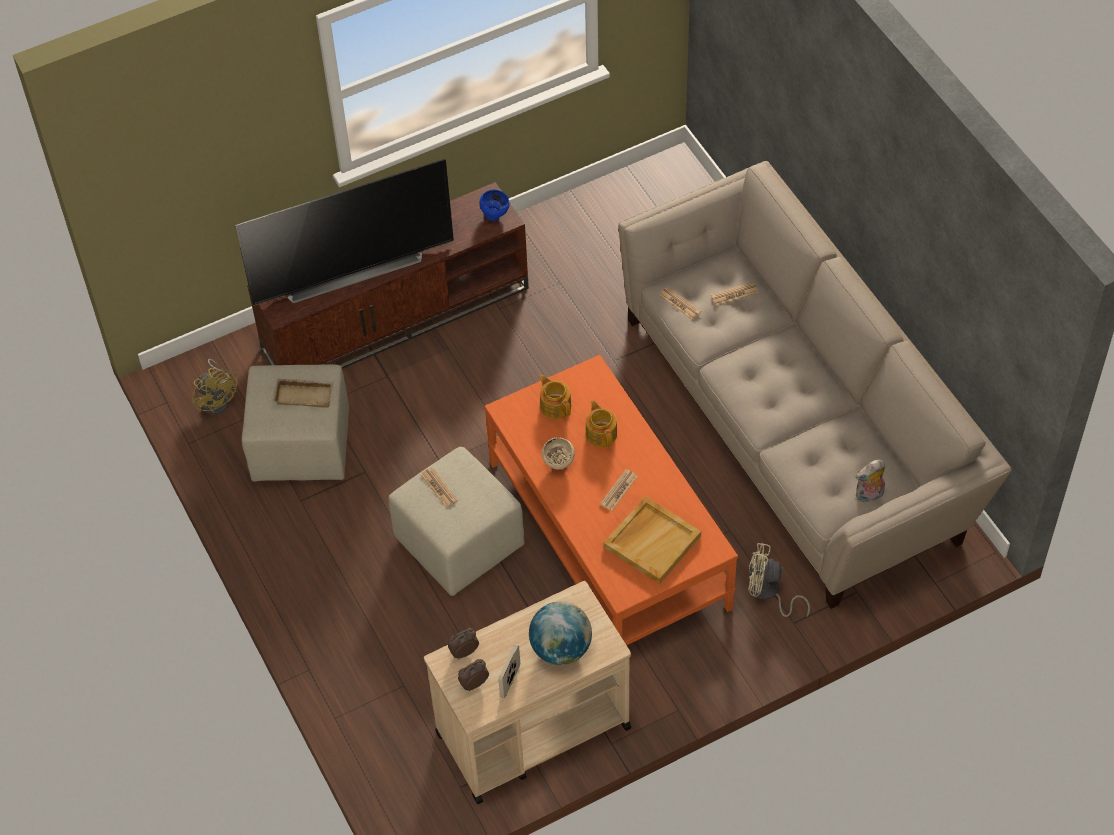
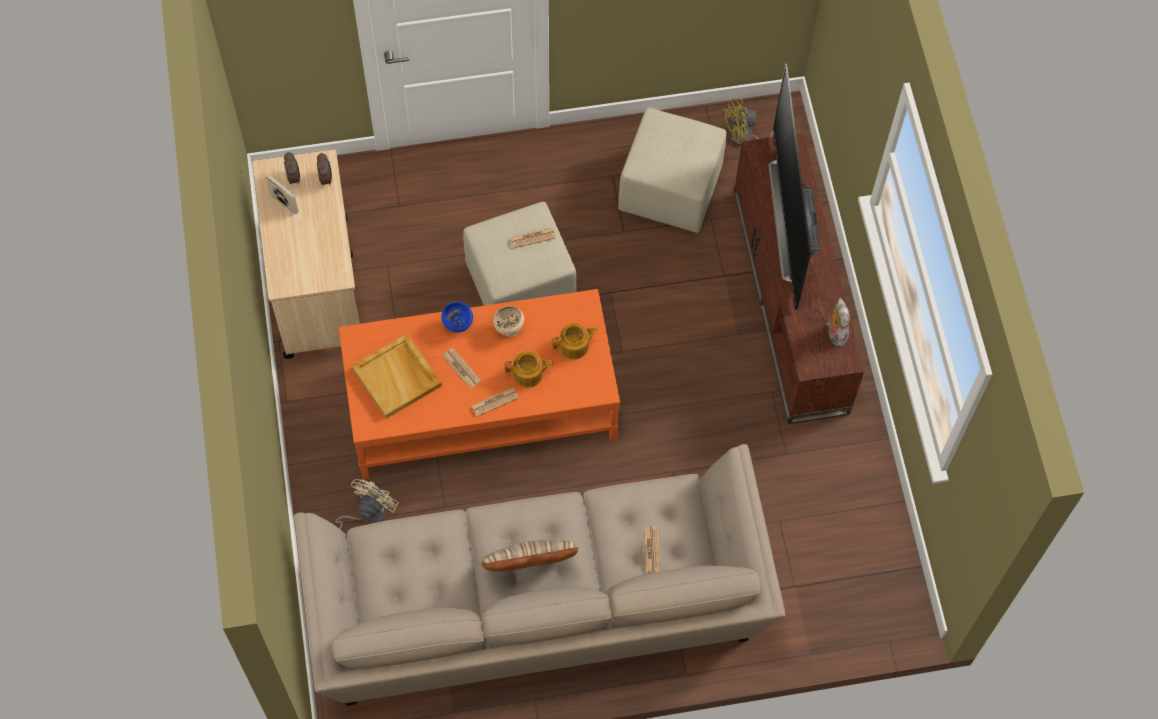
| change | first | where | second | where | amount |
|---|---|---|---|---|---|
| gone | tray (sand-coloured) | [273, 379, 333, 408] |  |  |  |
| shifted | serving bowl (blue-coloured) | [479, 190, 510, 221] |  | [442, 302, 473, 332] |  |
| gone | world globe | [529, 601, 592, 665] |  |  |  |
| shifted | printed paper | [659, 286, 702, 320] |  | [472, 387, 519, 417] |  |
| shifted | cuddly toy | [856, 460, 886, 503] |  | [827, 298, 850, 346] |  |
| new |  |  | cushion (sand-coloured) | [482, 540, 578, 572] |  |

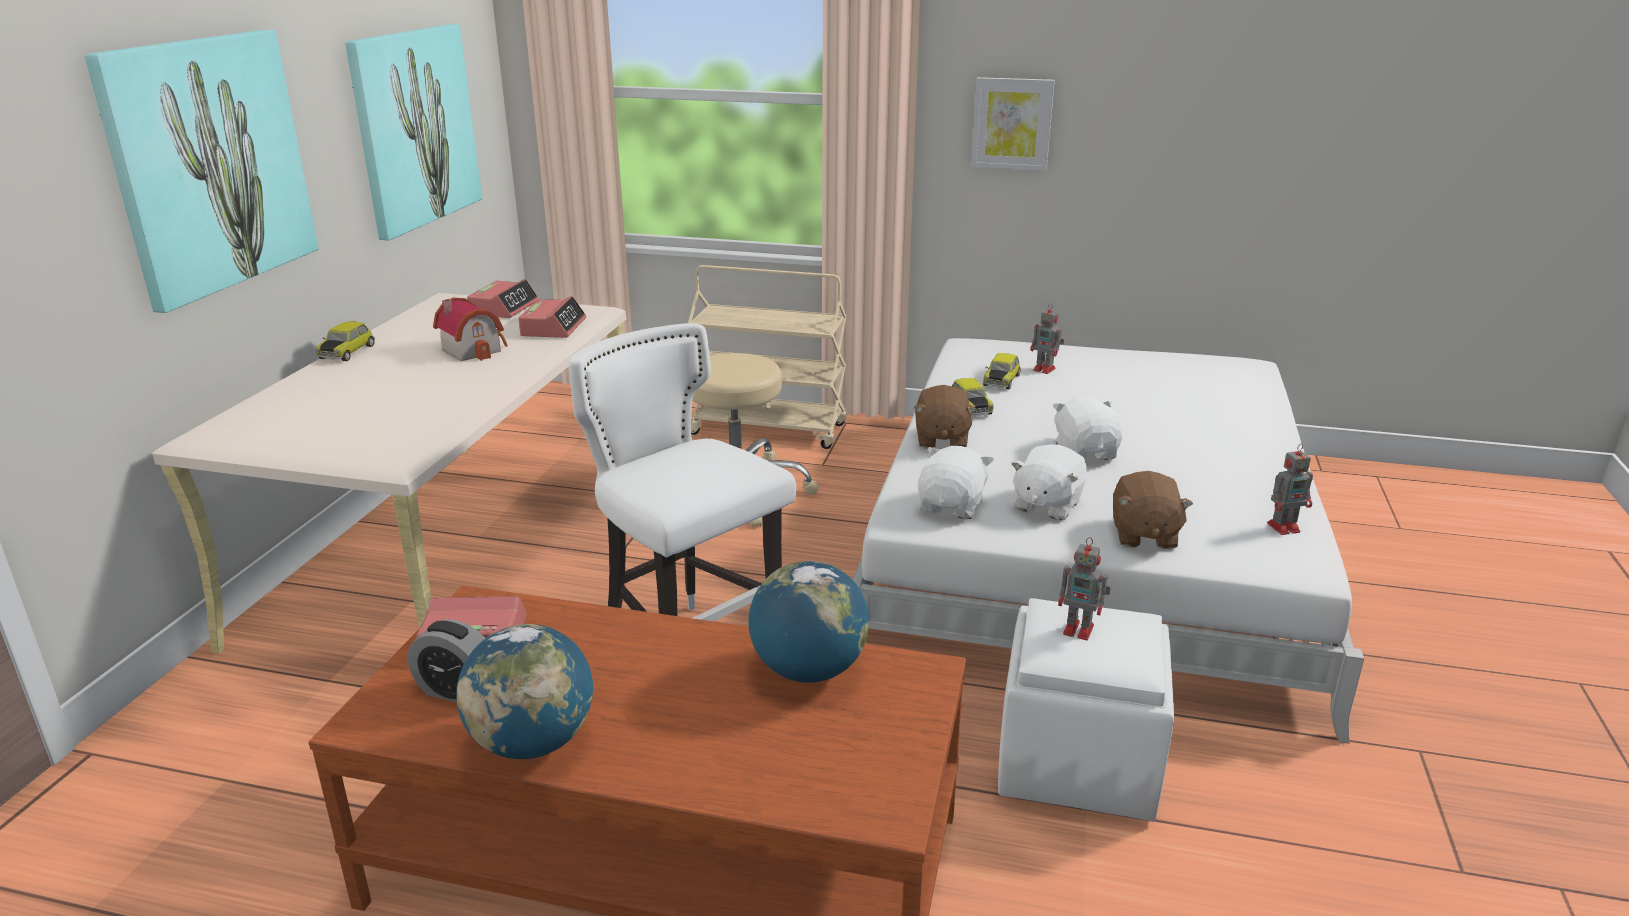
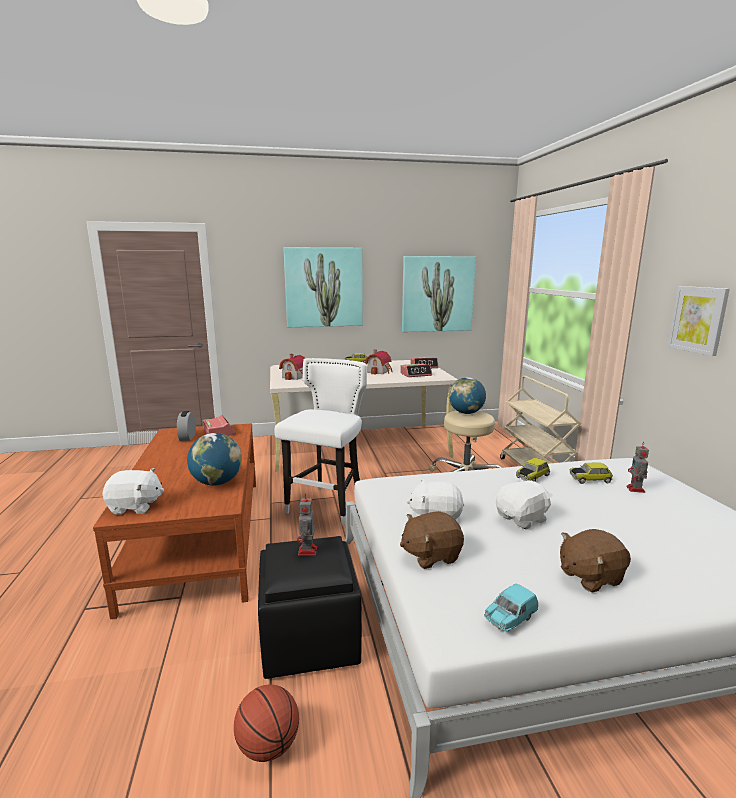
| change | first | where | second | where | amount |
|---|---|---|---|---|---|
| shifted | world globe | [456, 624, 593, 759] |  | [449, 377, 486, 414] |  |
| shifted | cuddly toy (brown-coloured) | [914, 385, 976, 449] |  | [560, 529, 631, 593] |  |
| shifted | cuddly toy (white) | [918, 446, 994, 519] |  | [103, 468, 164, 515] |  |
| repainted | footrest (white) | [998, 598, 1174, 821] | footrest (blackish) | [258, 536, 362, 679] |  |
| swapped | toy robot | [1267, 444, 1313, 535] | miniature car (turquoise-coloured) | [484, 583, 538, 632] |  |
| new |  |  | ball for basketball | [234, 685, 299, 762] |  |
| new |  |  | miniature house | [279, 354, 305, 380] |  |

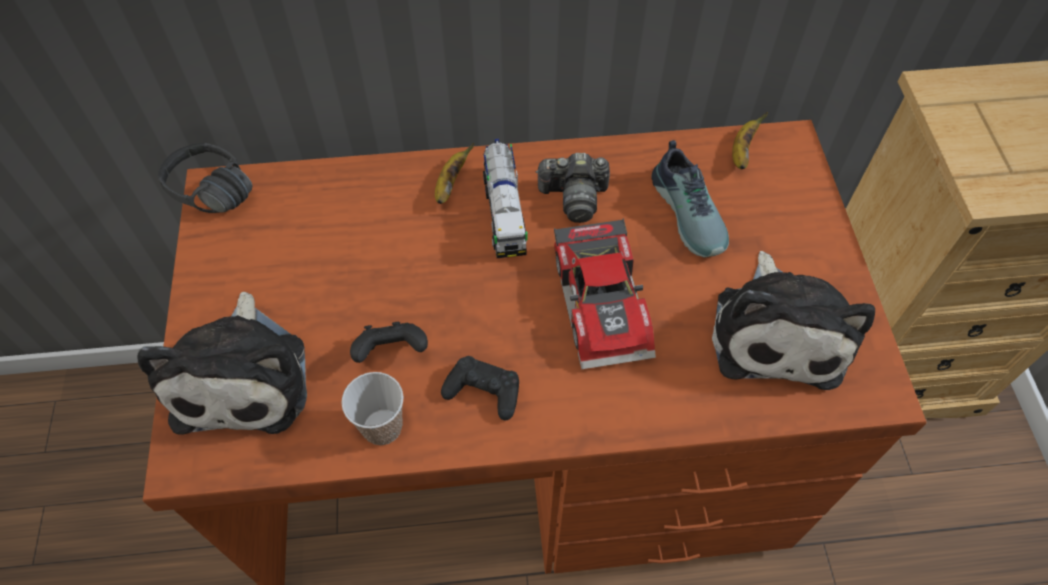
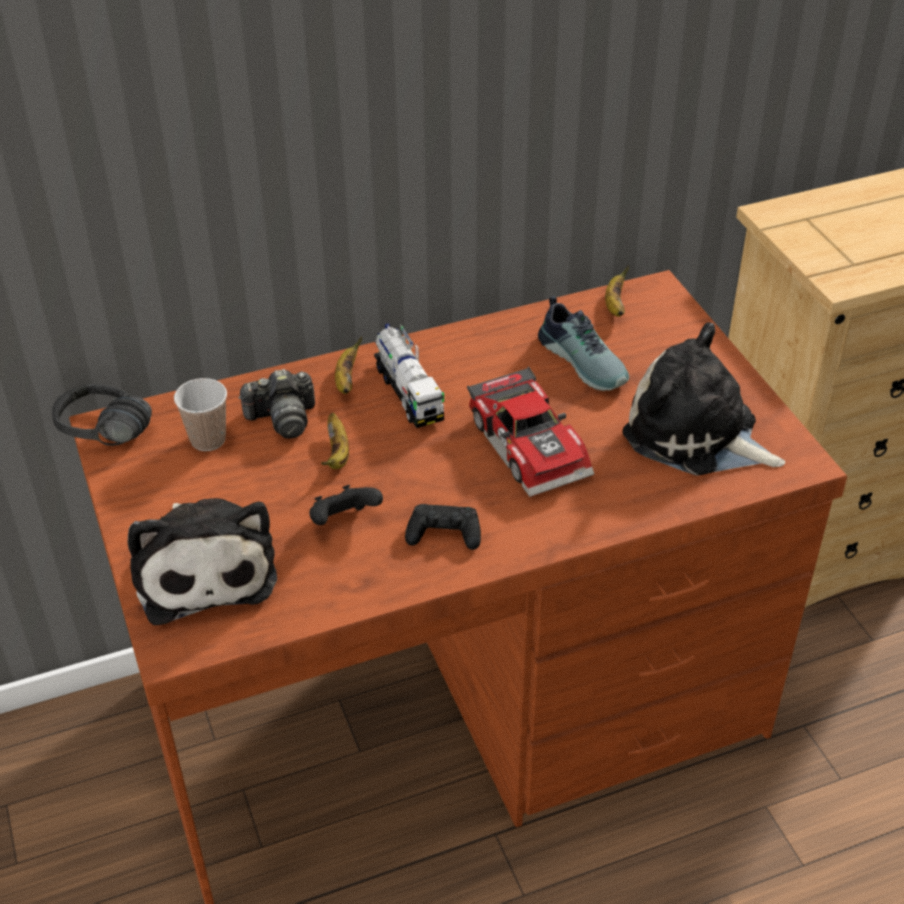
| change | first | where | second | where | amount |
|---|---|---|---|---|---|
| shifted | cup | [341, 372, 403, 445] |  | [174, 378, 227, 451] |  |
| shifted | still camera | [536, 153, 610, 223] |  | [238, 369, 315, 439] |  |
| rotated | cuddly toy | [712, 251, 875, 390] |  | [623, 322, 785, 476] | 135 degrees clockwise |
| new |  |  | whole banana | [321, 413, 349, 469] |  |

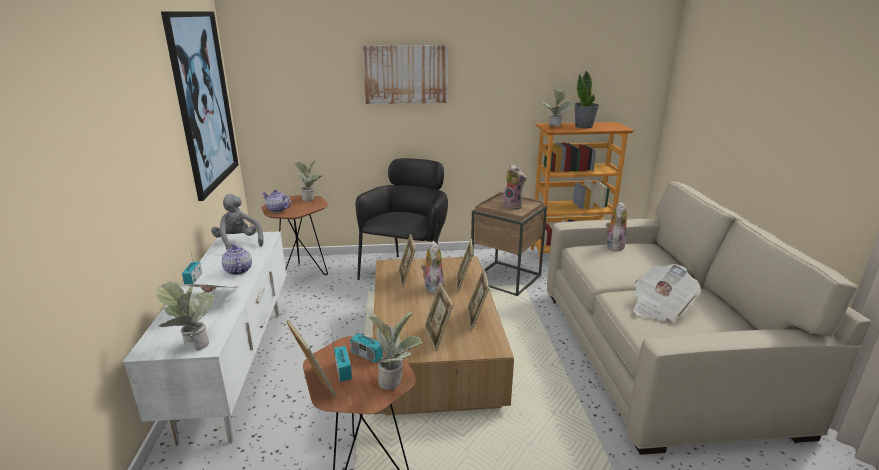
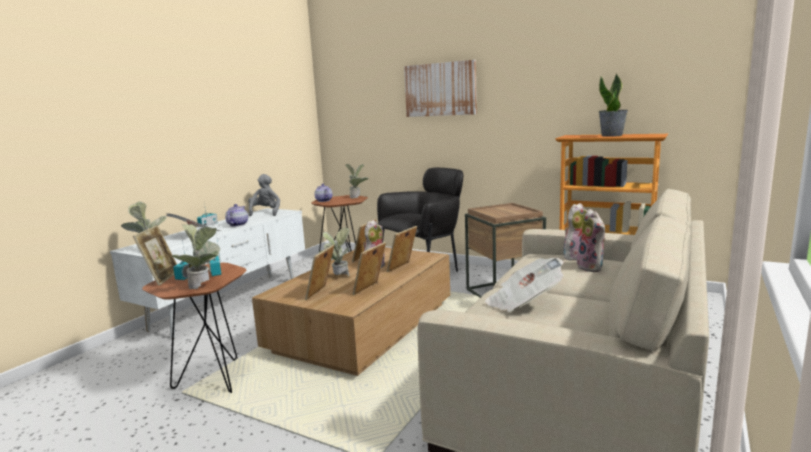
| change | first | where | second | where | amount |
|---|---|---|---|---|---|
| gone | wall art | [161, 11, 239, 201] |  |  |  |
| shifted | cuddly toy | [502, 164, 527, 209] |  | [577, 209, 605, 272] |  |
| shifted | plant in a pot | [540, 86, 573, 127] |  | [318, 227, 350, 276] |  |

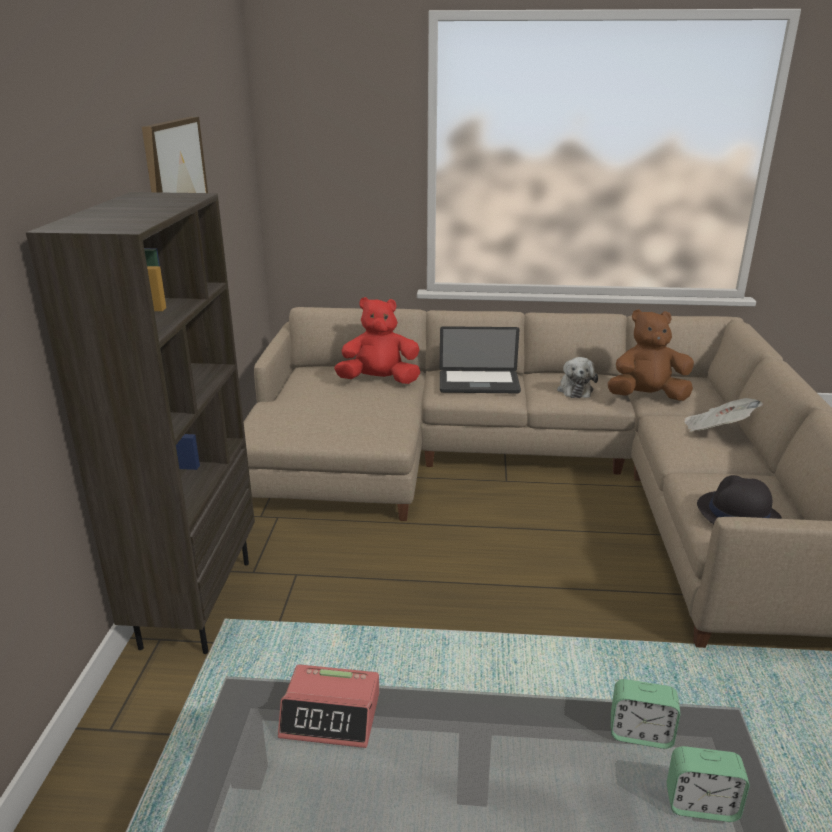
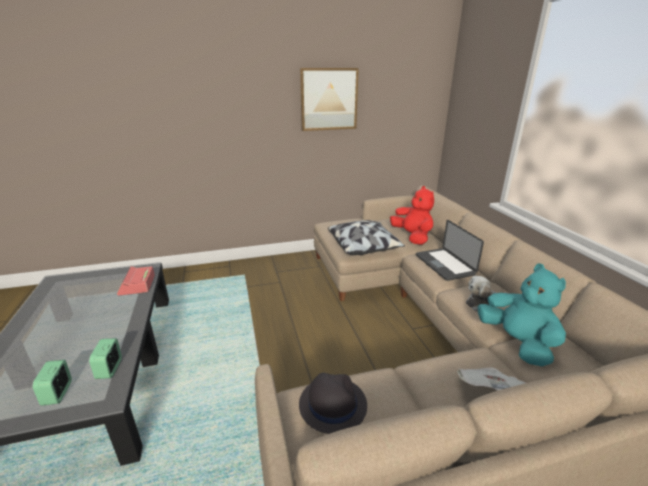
| change | first | where | second | where | amount |
|---|---|---|---|---|---|
| gone | shelving unit (brown-coloured) | [26, 192, 255, 654] |  |  |  |
| repainted | cuddly toy (brown-coloured) | [608, 309, 694, 401] | cuddly toy (turquoise-coloured) | [478, 263, 566, 366] |  |
| new |  |  | cushion | [328, 220, 405, 255] |  |

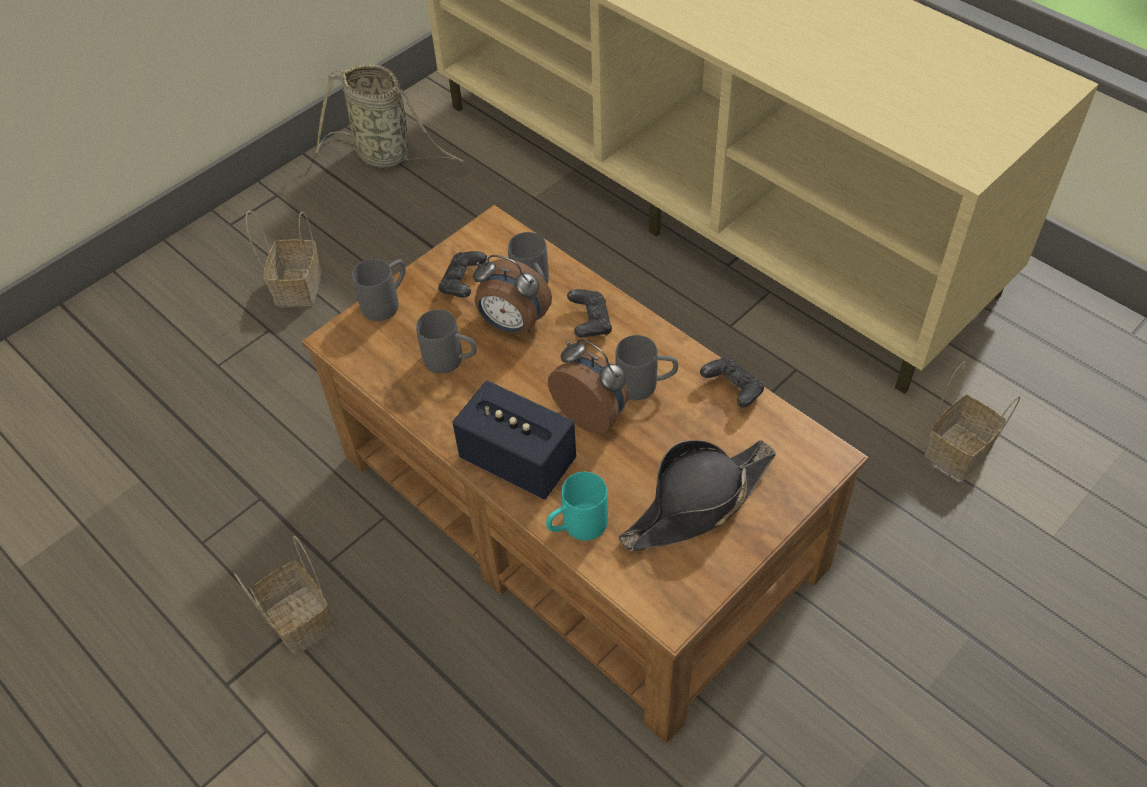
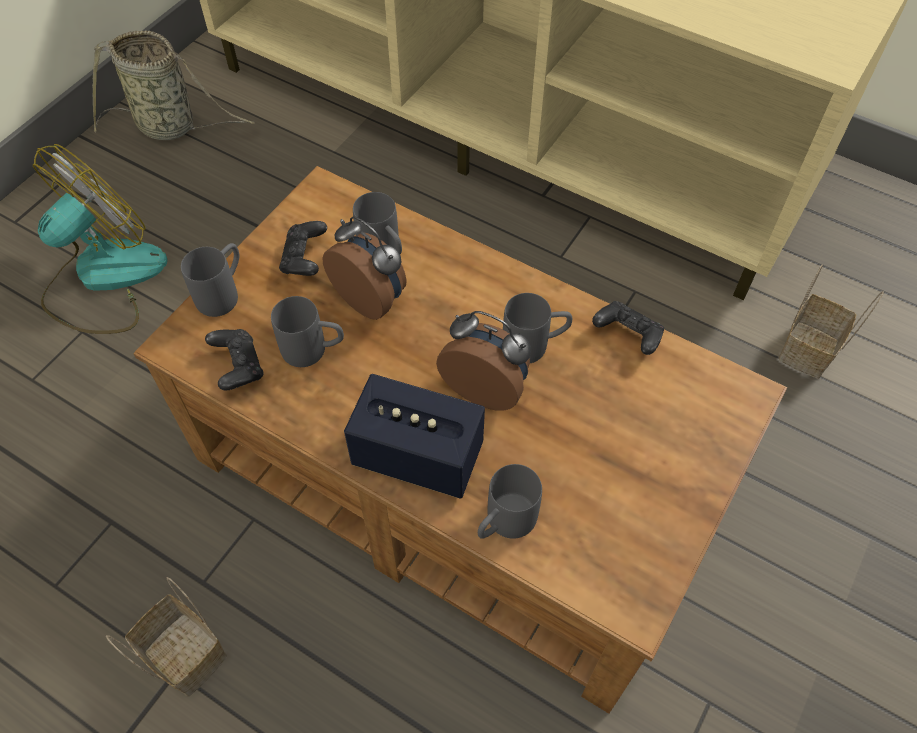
| change | first | where | second | where | amount |
|---|---|---|---|---|---|
| swapped | storage basket | [246, 211, 322, 307] | electric fan | [33, 144, 168, 334] |  |
| rotated | bedside clock | [473, 255, 552, 334] |  | [322, 216, 407, 320] | 150 degrees counterclockwise |
| repainted | mug (turquoise-coloured) | [546, 472, 608, 541] | mug (grey) | [478, 464, 542, 539] |  |
| shifted | joypad (blackish) | [567, 289, 612, 338] |  | [205, 329, 264, 391] |  |
| gone | clothing hat (blackish) | [619, 440, 776, 551] |  |  |  |

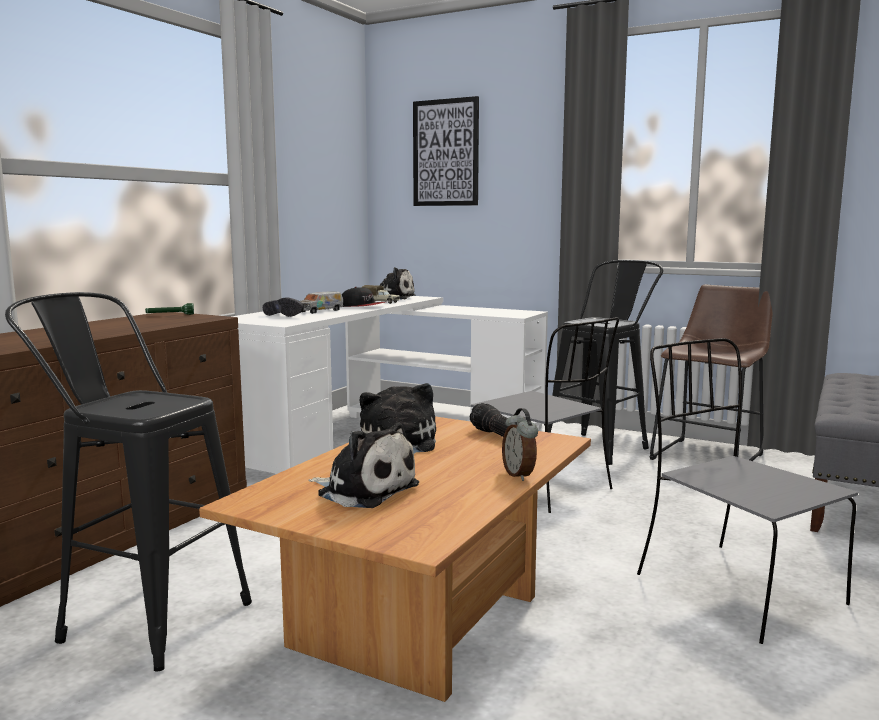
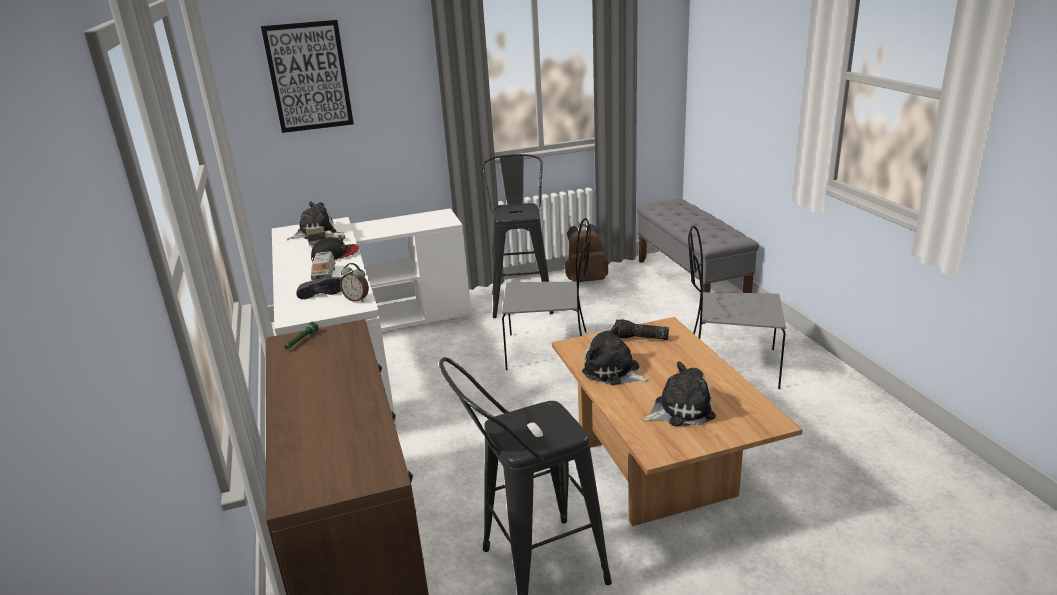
| change | first | where | second | where | amount |
|---|---|---|---|---|---|
| shifted | bedside clock | [502, 408, 538, 481] |  | [340, 263, 369, 302] |  |
| swapped | stool (brown-coloured) | [650, 285, 773, 461] | rucksack (brown-coloured) | [565, 224, 608, 282] |  |

